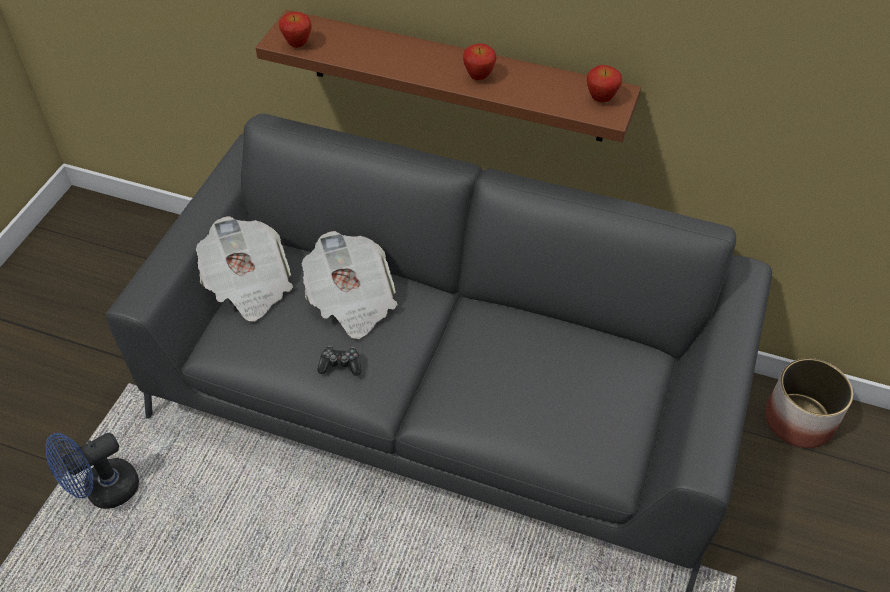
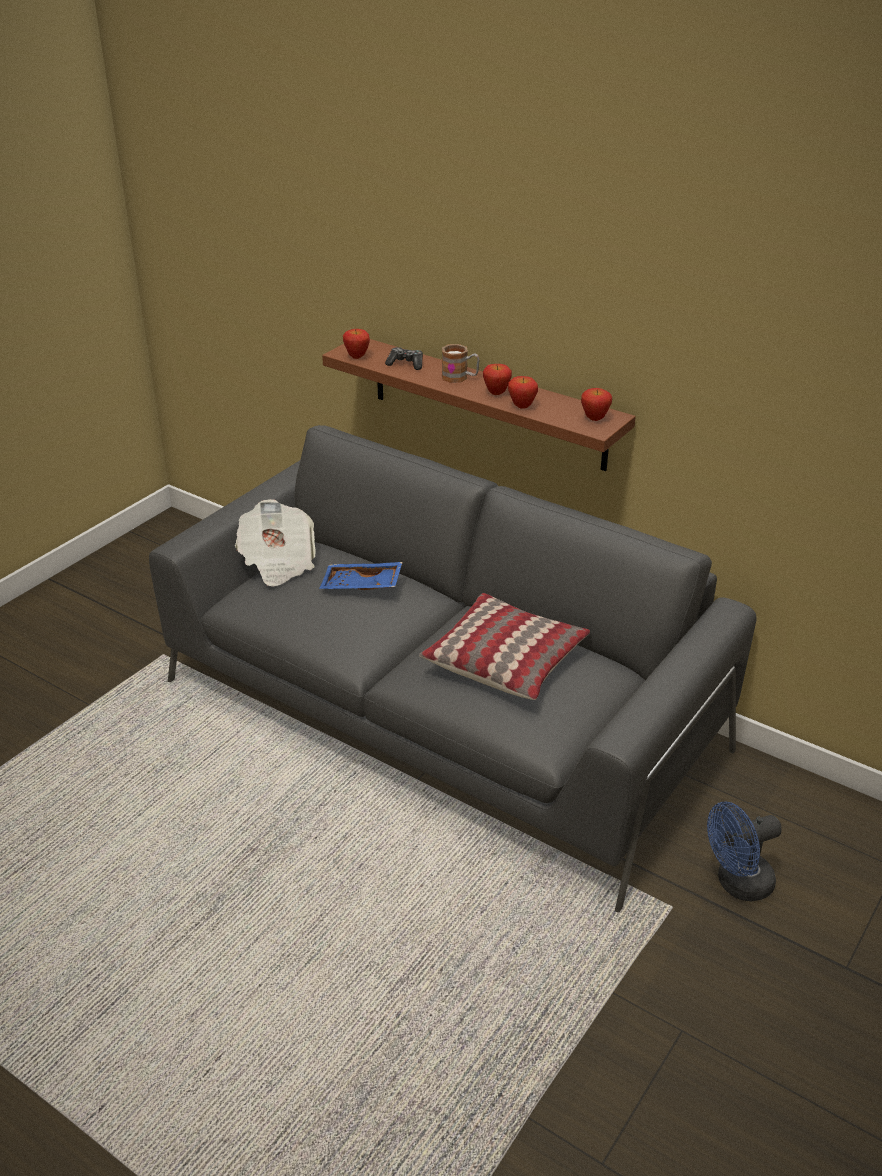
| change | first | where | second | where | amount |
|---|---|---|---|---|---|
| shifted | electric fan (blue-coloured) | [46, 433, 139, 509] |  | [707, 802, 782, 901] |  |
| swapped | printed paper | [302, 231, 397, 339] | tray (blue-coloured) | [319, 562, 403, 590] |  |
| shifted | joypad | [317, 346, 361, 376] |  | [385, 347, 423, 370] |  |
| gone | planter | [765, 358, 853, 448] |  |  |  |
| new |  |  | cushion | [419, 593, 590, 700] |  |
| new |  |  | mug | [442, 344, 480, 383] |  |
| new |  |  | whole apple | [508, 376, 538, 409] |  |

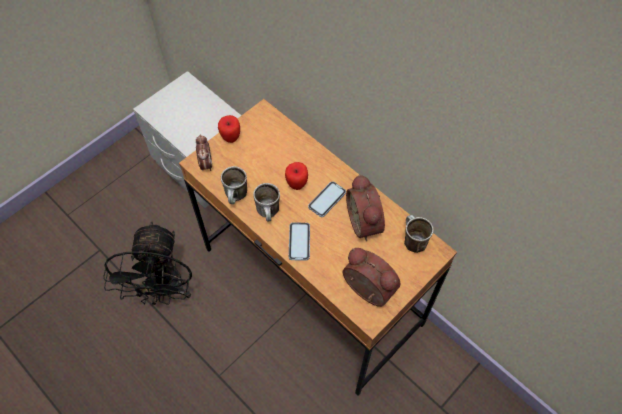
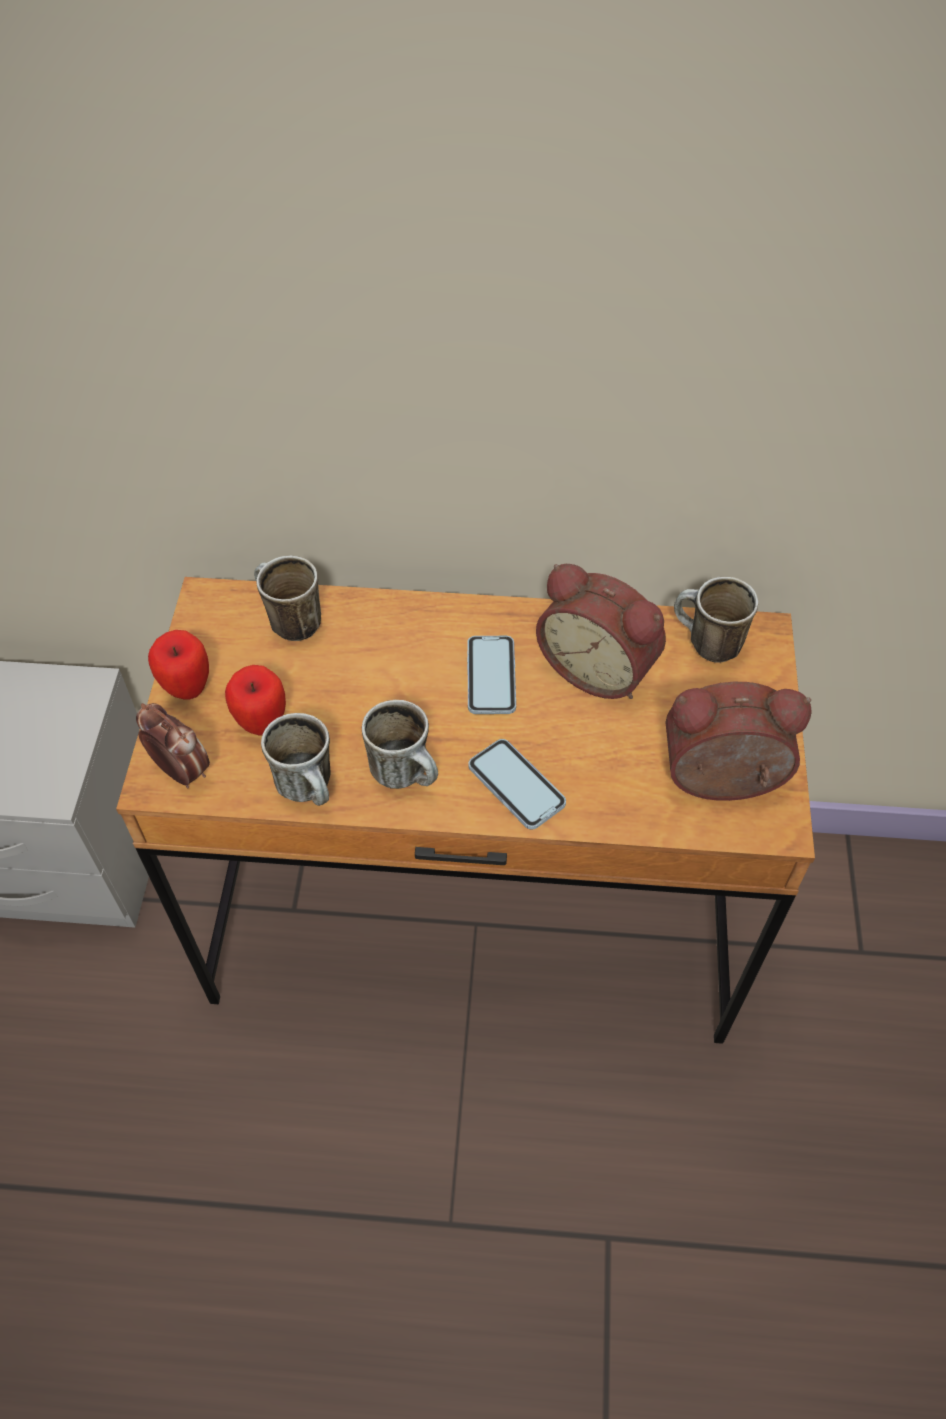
| change | first | where | second | where | amount |
|---|---|---|---|---|---|
| gone | electric fan (blackish) | [103, 222, 192, 305] |  |  |  |
| shifted | whole apple | [285, 162, 308, 190] |  | [225, 665, 286, 735] |  |
| new |  |  | mug | [254, 556, 321, 641] |  |

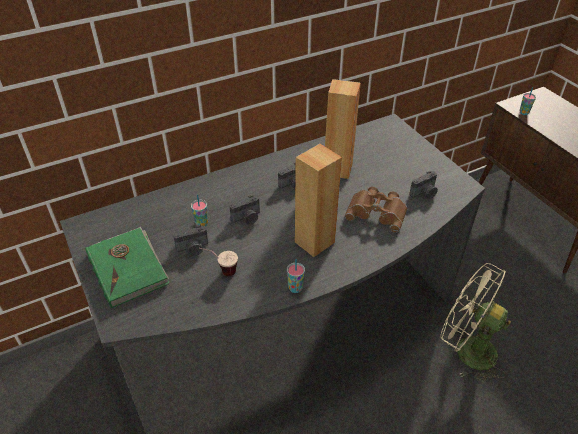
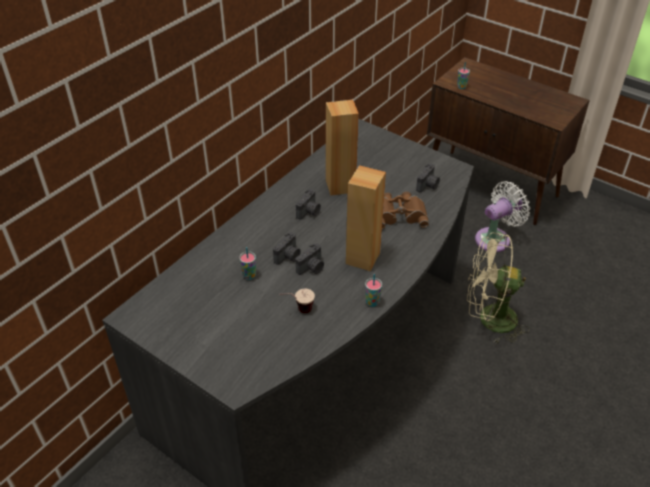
| change | first | where | second | where | amount |
|---|---|---|---|---|---|
| gone | bound book (greenish) | [85, 227, 169, 308] |  |  |  |
| shifted | still camera | [173, 225, 208, 256] |  | [296, 243, 324, 275] |  |
| new |  |  | electric fan (white) | [475, 181, 530, 252] |  |

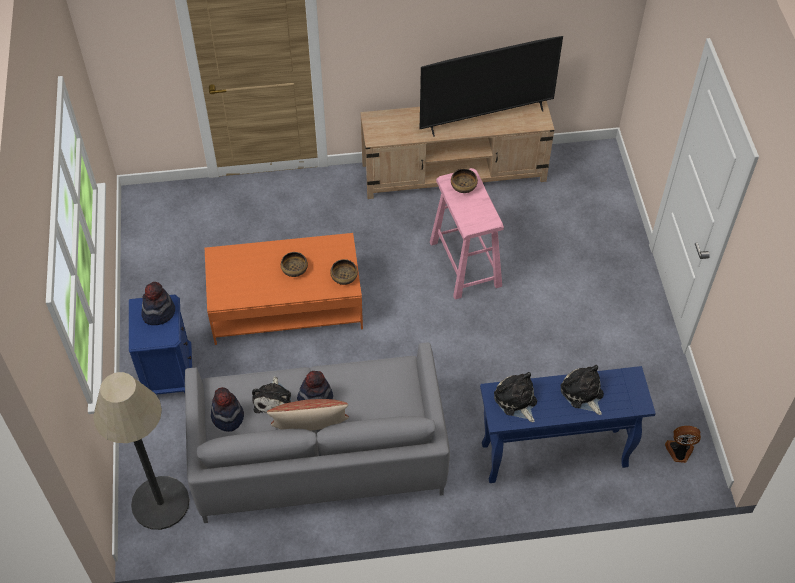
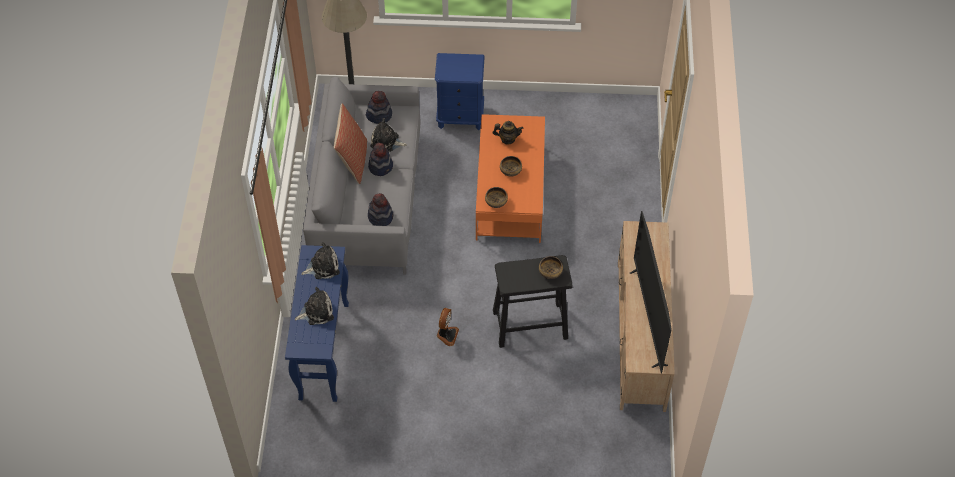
| change | first | where | second | where | amount |
|---|---|---|---|---|---|
| shifted | clothing hat | [141, 282, 175, 325] |  | [368, 193, 393, 226] |  |
| repainted | stool (pink-coloured) | [430, 168, 504, 299] | stool (blackish) | [493, 255, 573, 348] |  |
| shifted | electric fan | [665, 426, 701, 463] |  | [437, 308, 459, 346] |  |
| new |  |  | teapot | [493, 121, 524, 145] |  |

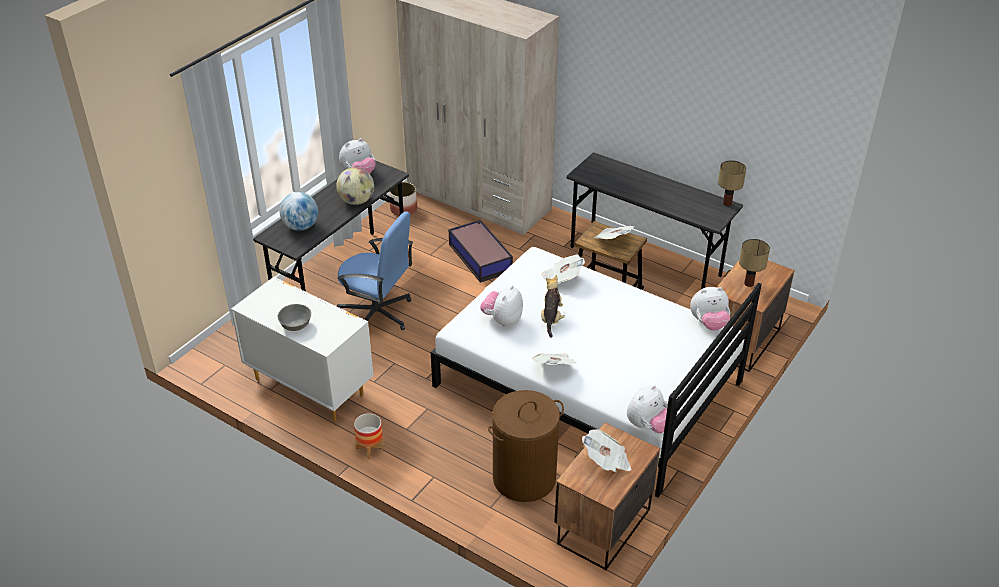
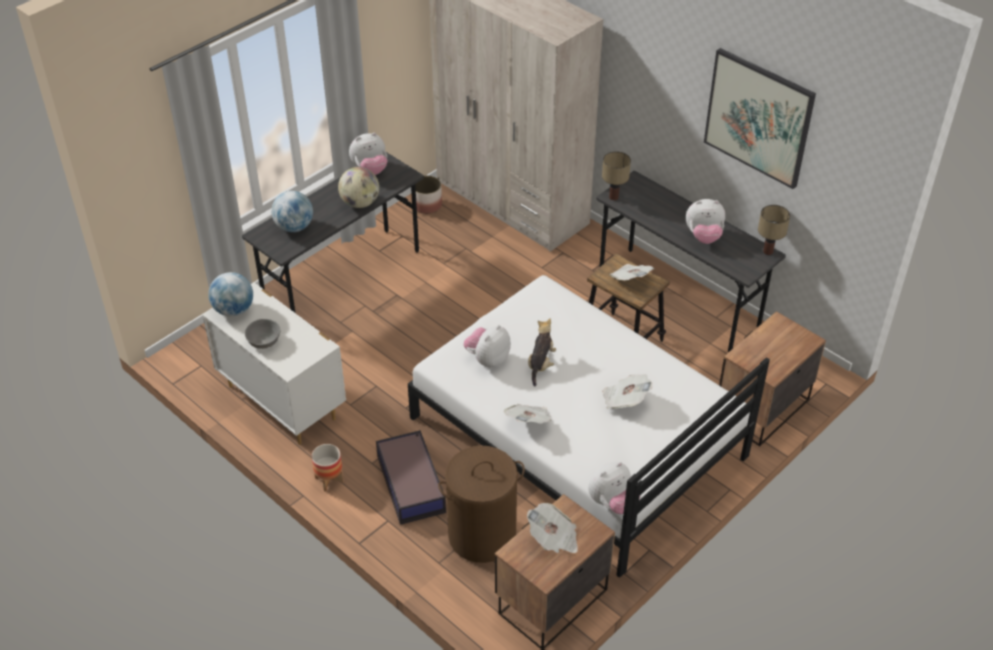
| change | first | where | second | where | amount |
|---|---|---|---|---|---|
| gone | desk chair (blue-coloured) | [337, 212, 413, 330] |  |  |  |
| shifted | storage container | [449, 220, 513, 283] |  | [376, 430, 446, 525] |  |
| shifted | printed paper | [542, 254, 585, 284] |  | [602, 374, 652, 409] |  |
| shifted | cuddly toy | [690, 287, 730, 331] |  | [686, 199, 725, 244] |  |
| shifted | lamp for a table | [739, 239, 770, 287] |  | [602, 151, 631, 200] |  |
| new |  |  | world globe | [208, 272, 253, 317] |  |
| new |  |  | wall art | [704, 48, 816, 189] |  |

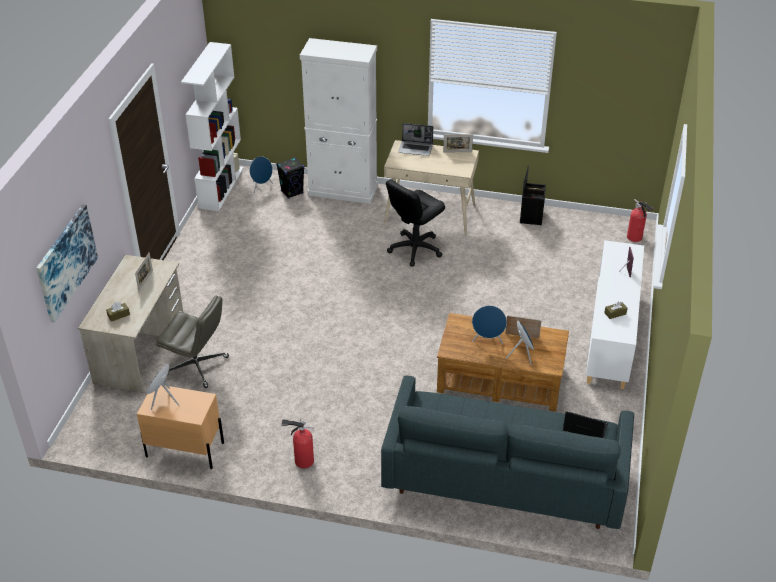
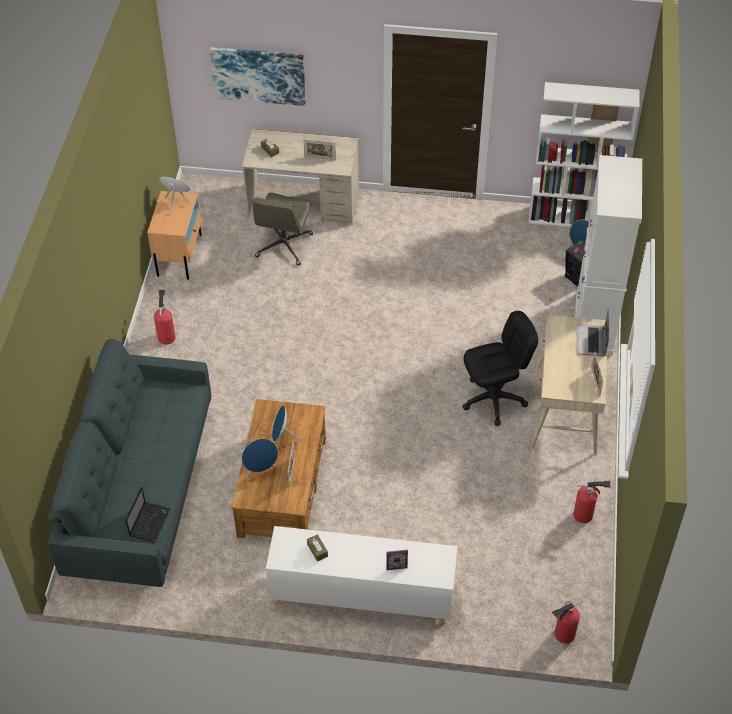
| change | first | where | second | where | amount |
|---|---|---|---|---|---|
| rotated | desk chair (blackish) | [386, 179, 445, 267] |  | [462, 311, 538, 426] | 120 degrees clockwise |
| swapped | storage container (blackish) | [520, 165, 546, 225] | fire-fighting cylinder | [573, 479, 611, 523] |  |

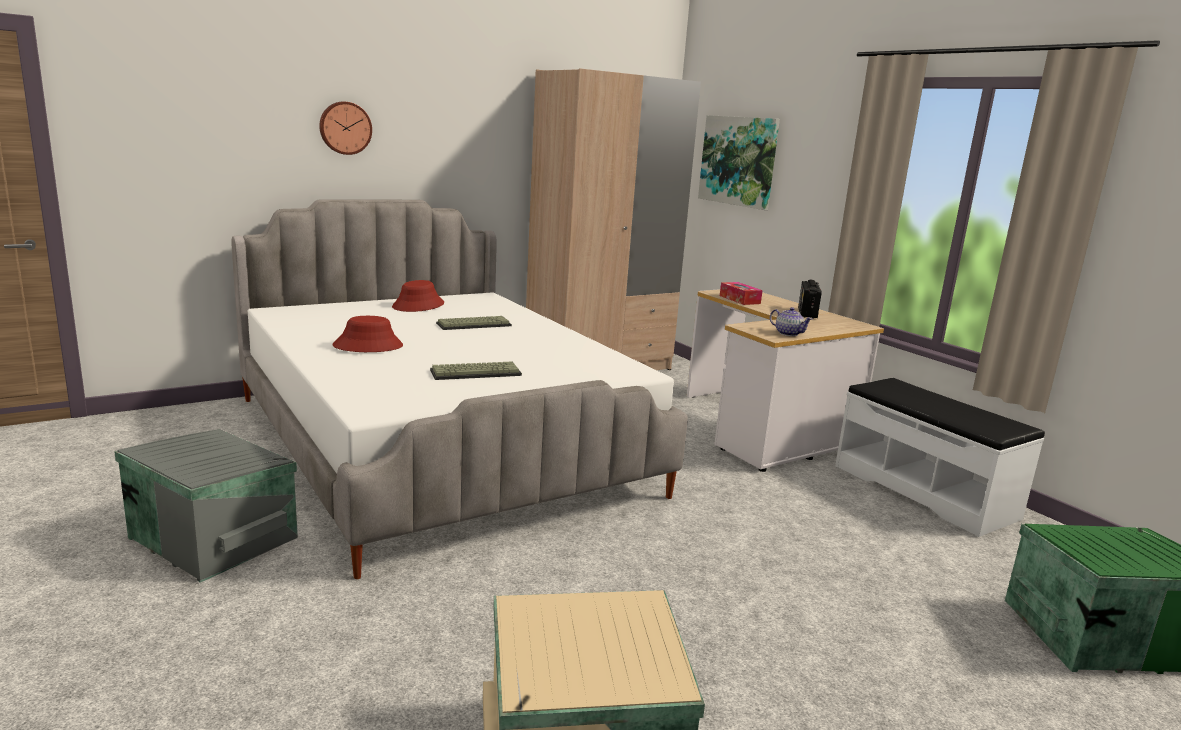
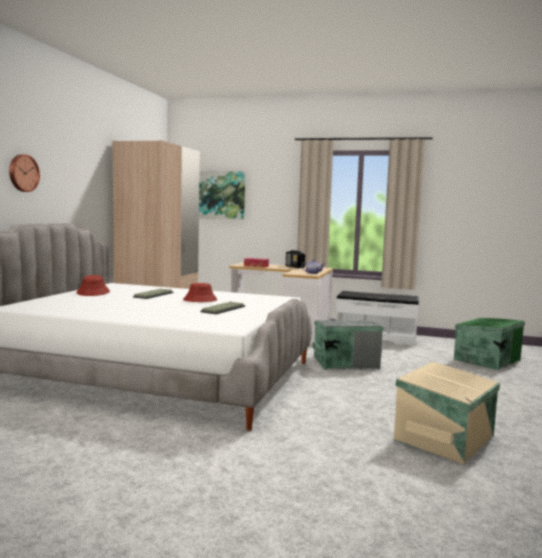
| change | first | where | second | where | amount |
|---|---|---|---|---|---|
| shifted | storage container (grey) | [114, 429, 298, 583] |  | [312, 320, 384, 370] |  |
| shifted | clothing hat (red) | [333, 316, 403, 352] |  | [183, 283, 217, 302] |  |

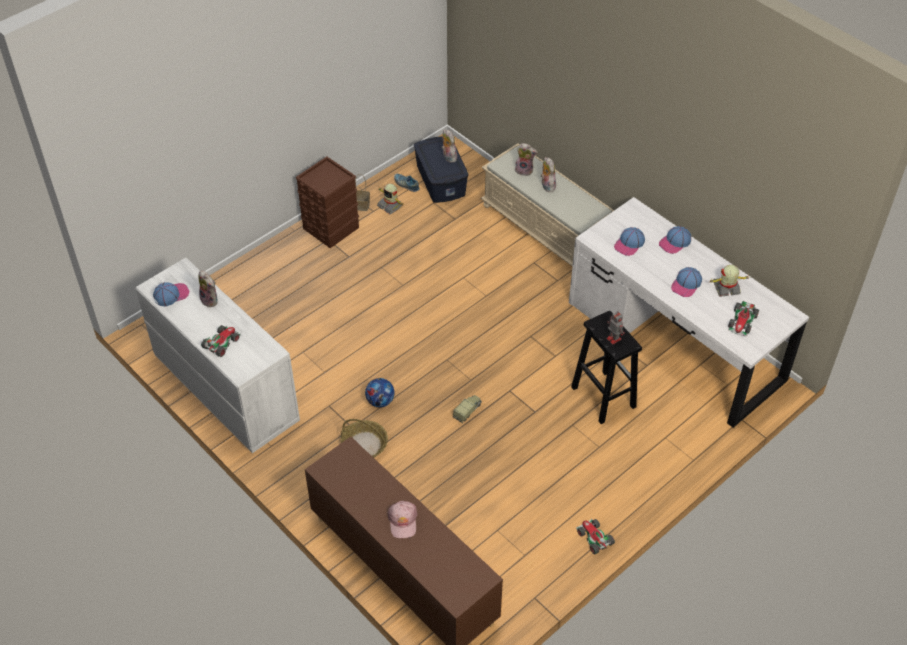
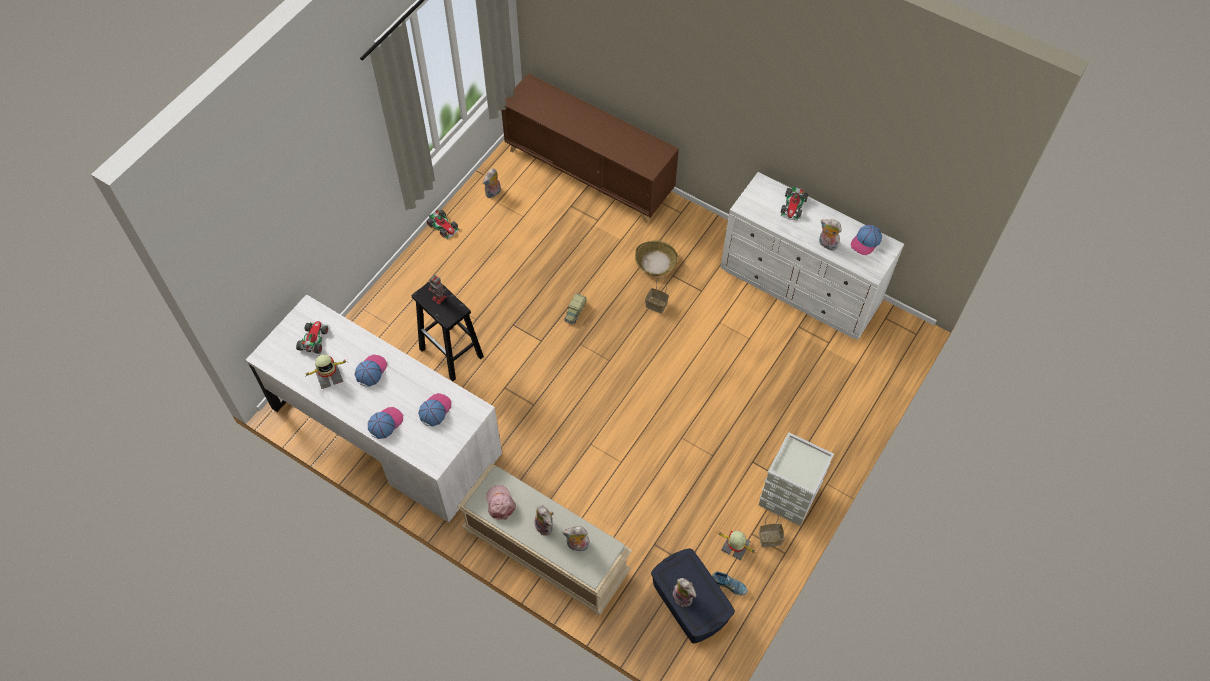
| change | first | where | second | where | amount |
|---|---|---|---|---|---|
| repainted | storage container (brown-coloured) | [296, 156, 359, 248] | storage container (grey) | [759, 432, 834, 526] |  |
| swapped | football ball | [365, 378, 395, 407] | storage basket | [645, 277, 669, 314] |  |
| shifted | cap (pink-coloured) | [388, 501, 417, 538] |  | [486, 485, 516, 520] |  |
| new |  |  | cuddly toy | [483, 168, 501, 198] |  |

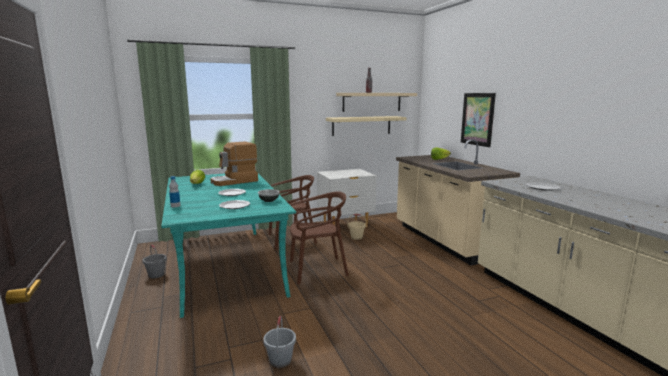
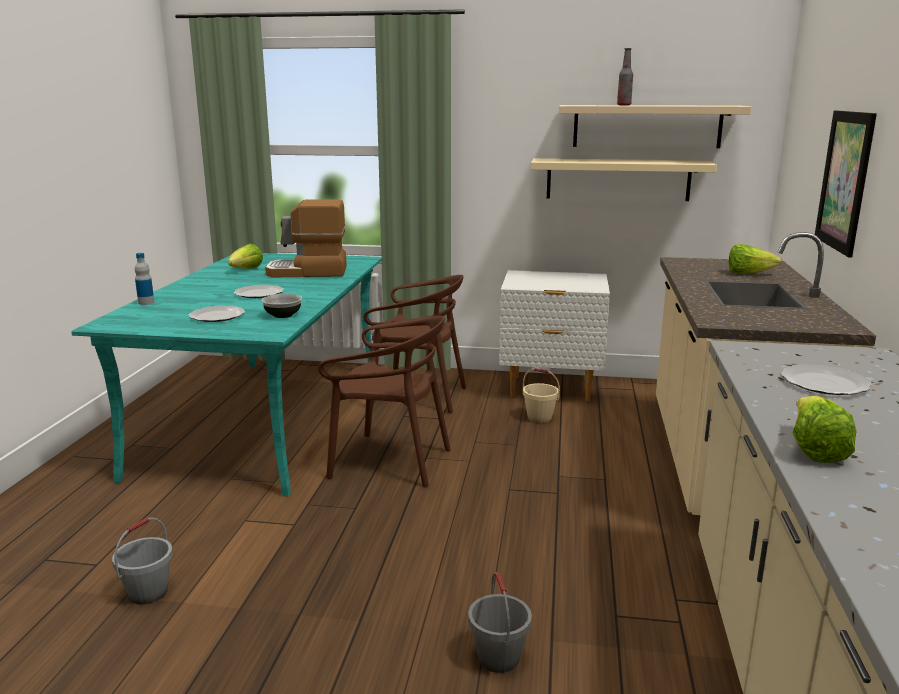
| change | first | where | second | where | amount |
|---|---|---|---|---|---|
| shifted | bucket (grey) | [143, 245, 167, 278] |  | [468, 572, 532, 673] |  |
| new |  |  | head of lettuce | [792, 396, 857, 463] |  |

